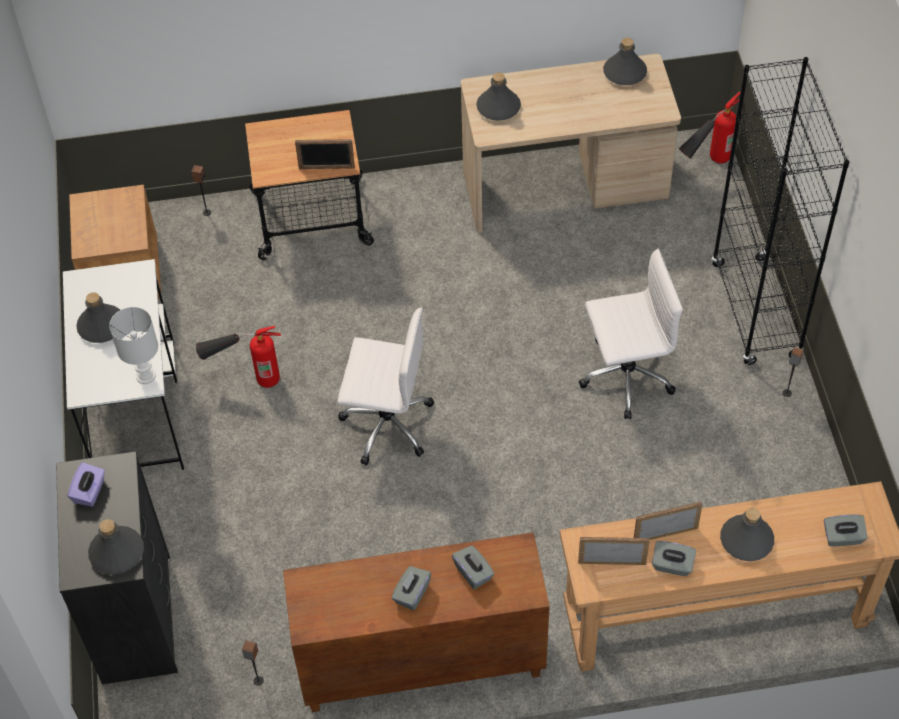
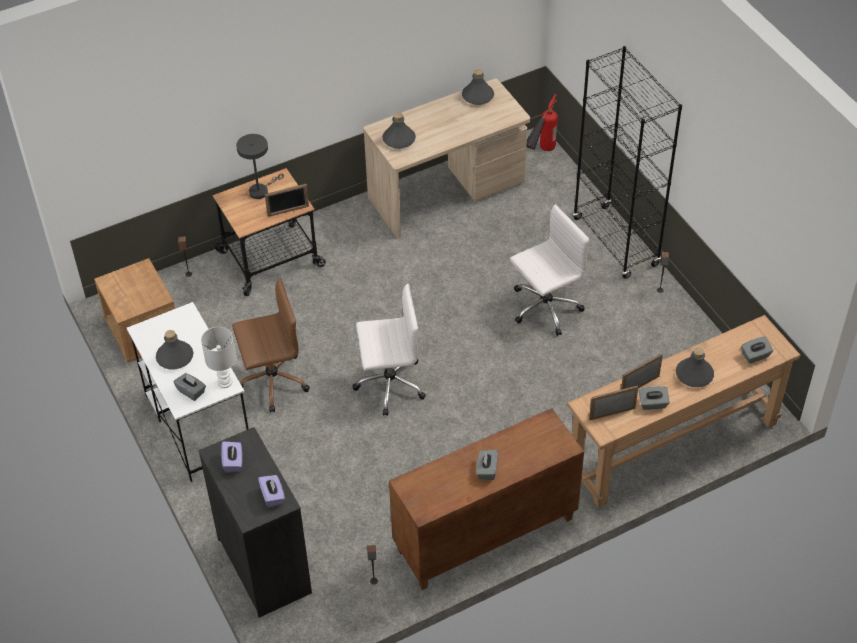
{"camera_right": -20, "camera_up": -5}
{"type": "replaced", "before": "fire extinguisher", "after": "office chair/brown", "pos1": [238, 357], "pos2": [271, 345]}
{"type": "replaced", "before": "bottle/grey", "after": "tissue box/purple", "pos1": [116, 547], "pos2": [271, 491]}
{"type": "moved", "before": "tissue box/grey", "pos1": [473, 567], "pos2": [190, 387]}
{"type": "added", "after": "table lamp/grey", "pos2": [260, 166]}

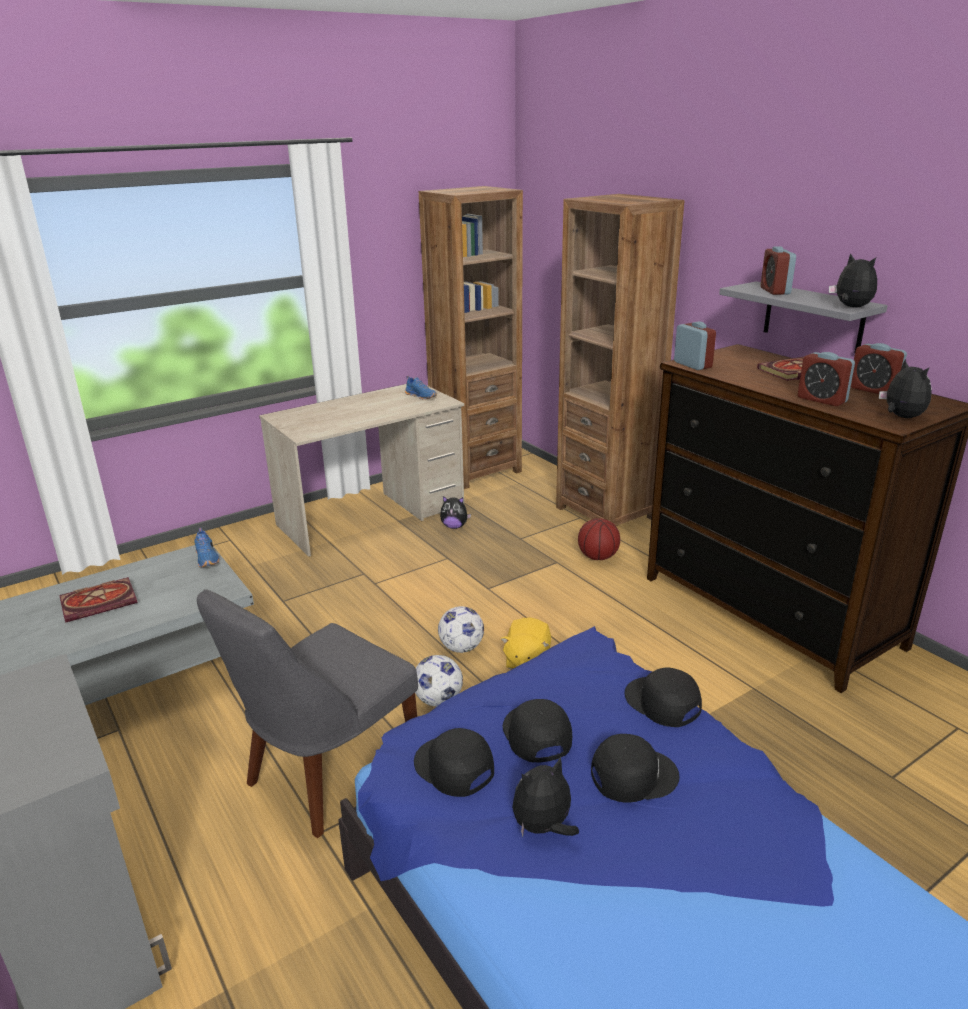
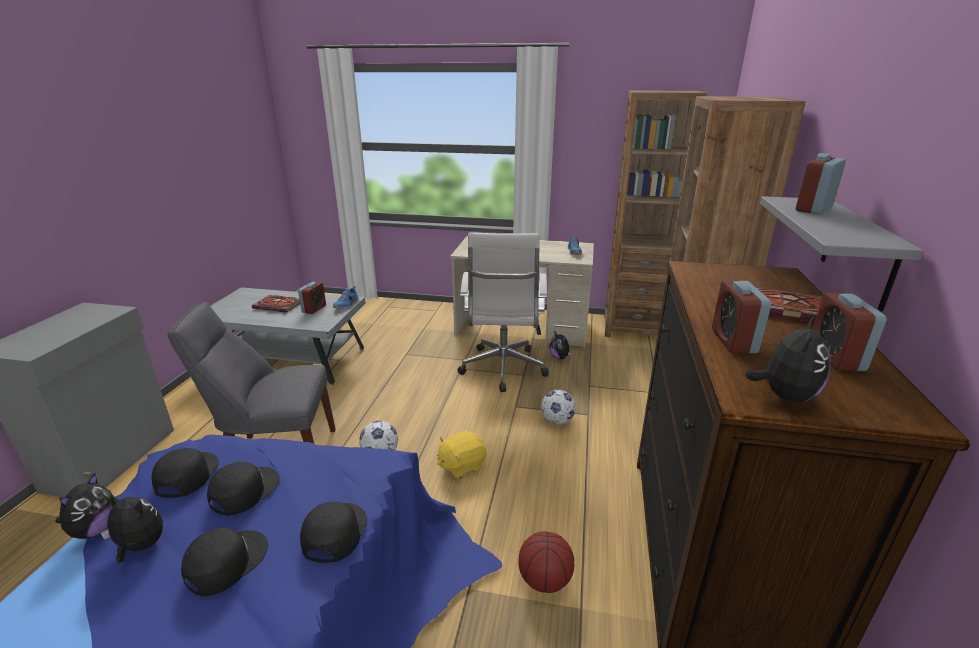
{"camera_right": 45, "camera_up": 0}
{"type": "moved", "before": "plush toy", "pos1": [853, 280], "pos2": [84, 506]}
{"type": "moved", "before": "alarm clock", "pos1": [695, 346], "pos2": [312, 298]}
{"type": "moved", "before": "basketball", "pos1": [599, 539], "pos2": [546, 562]}
{"type": "moved", "before": "football", "pos1": [461, 629], "pos2": [558, 407]}
{"type": "turned", "before": "cap/black", "pos1": [635, 768], "pos2": [224, 562], "turn": -90}
{"type": "added", "after": "office chair/white", "pos2": [503, 312]}

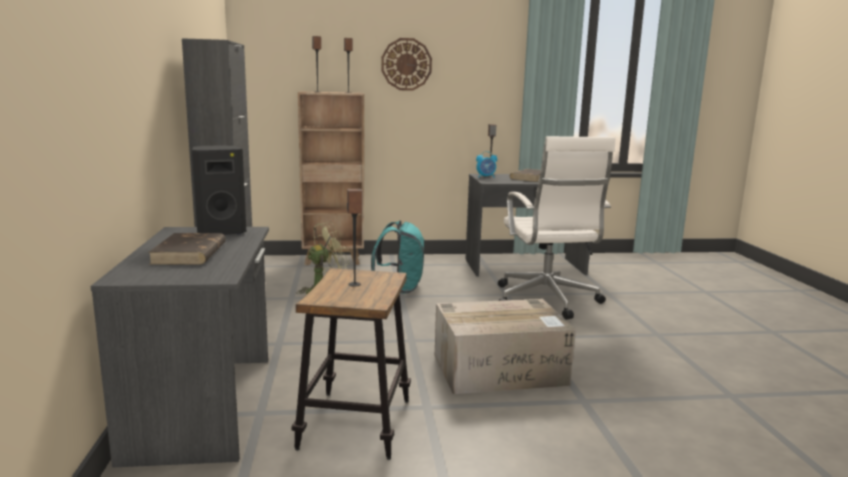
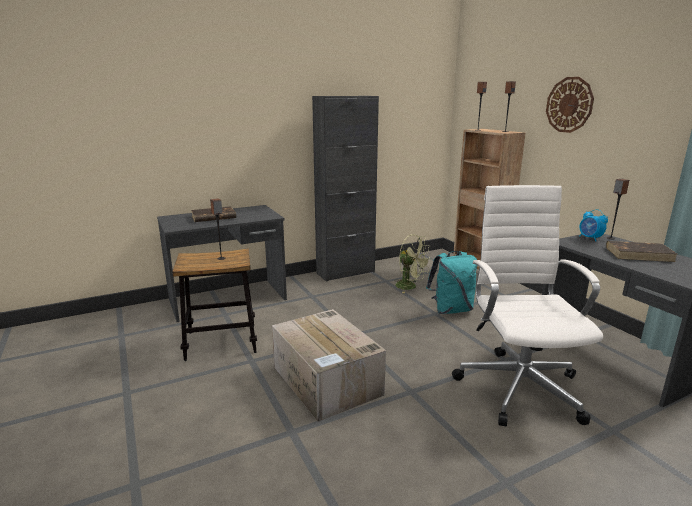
{"camera_right": 70, "camera_up": 5}
{"type": "turned", "before": "office chair/white", "pos1": [556, 228], "pos2": [527, 305], "turn": 120}
{"type": "removed", "before": "speaker/black", "pos1": [219, 190]}

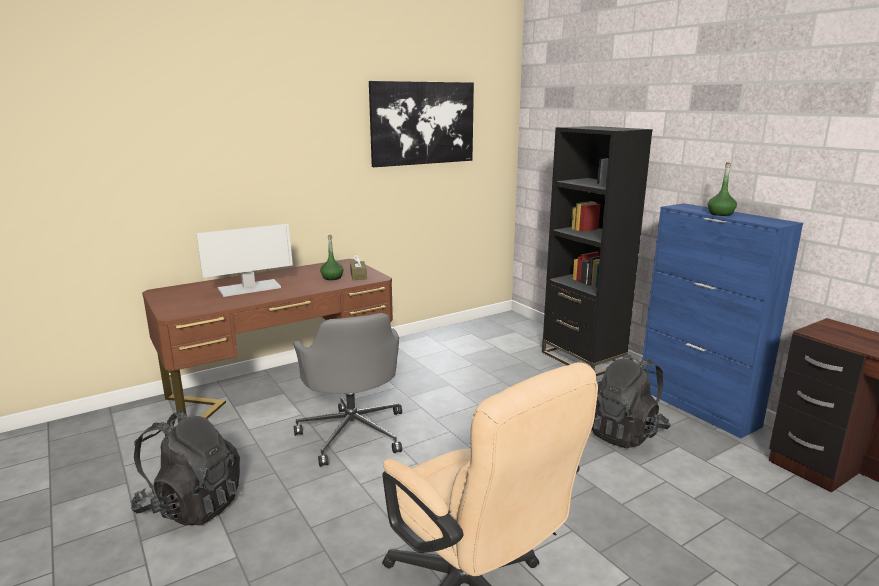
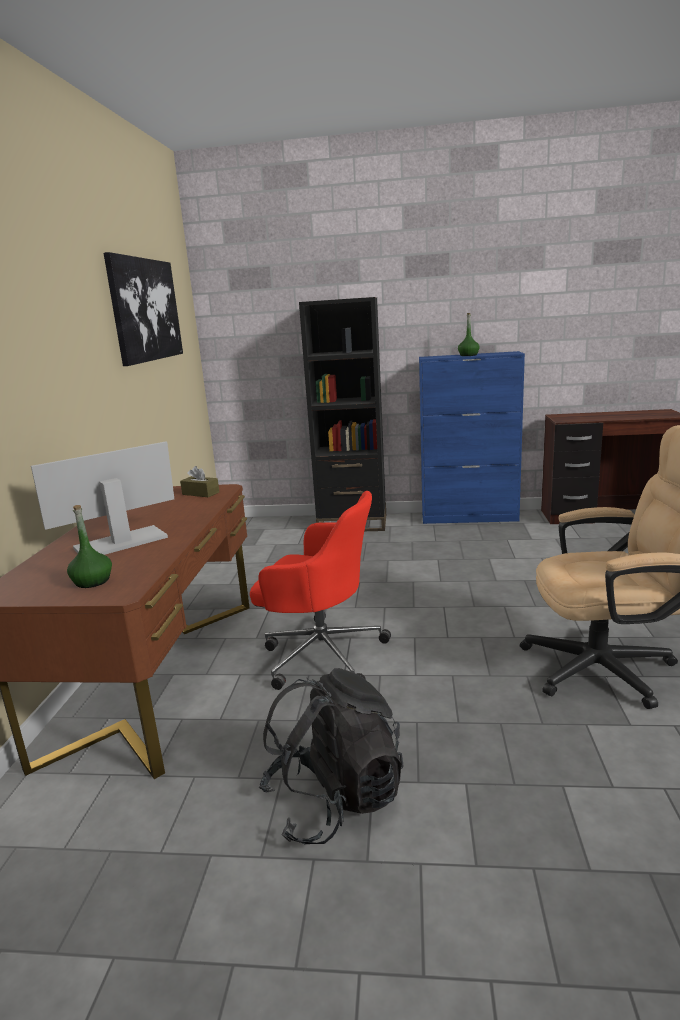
{"camera_right": -50, "camera_up": 0}
{"type": "turned", "before": "monitor", "pos1": [244, 260], "pos2": [102, 498], "turn": -135}
{"type": "moved", "before": "bottle/green", "pos1": [331, 257], "pos2": [89, 546]}
{"type": "recoloured", "before": "office chair/grey", "after": "office chair/red", "pos1": [347, 390], "pos2": [320, 590]}
{"type": "removed", "before": "backpack/black", "pos1": [631, 400]}

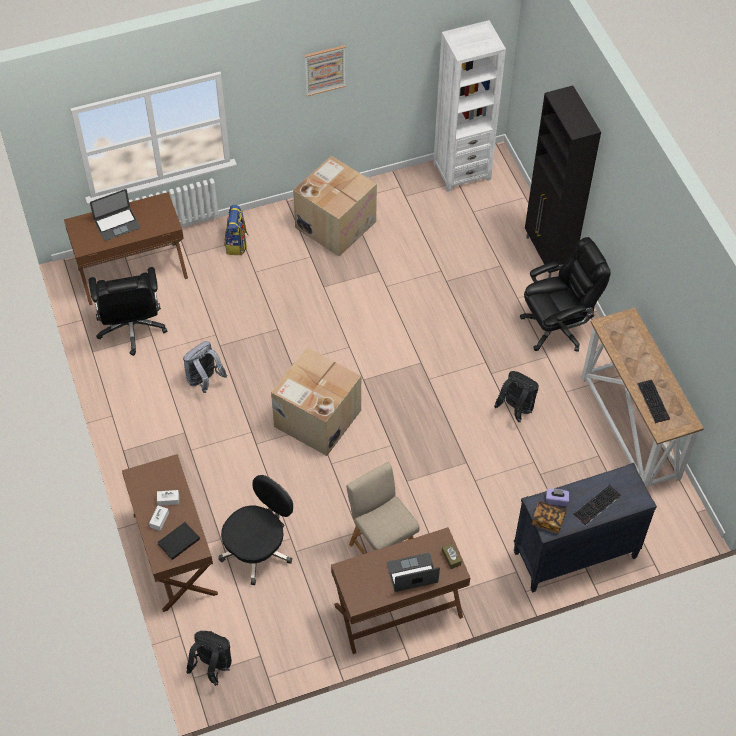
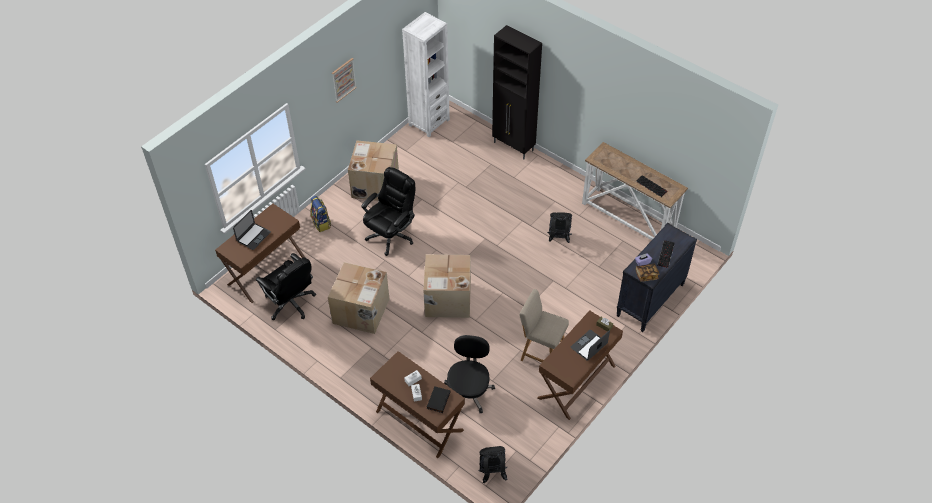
{"camera_right": -30, "camera_up": -5}
{"type": "moved", "before": "office chair/black", "pos1": [565, 294], "pos2": [388, 211]}
{"type": "replaced", "before": "backpack/grey", "after": "cardboard box", "pos1": [205, 367], "pos2": [358, 298]}

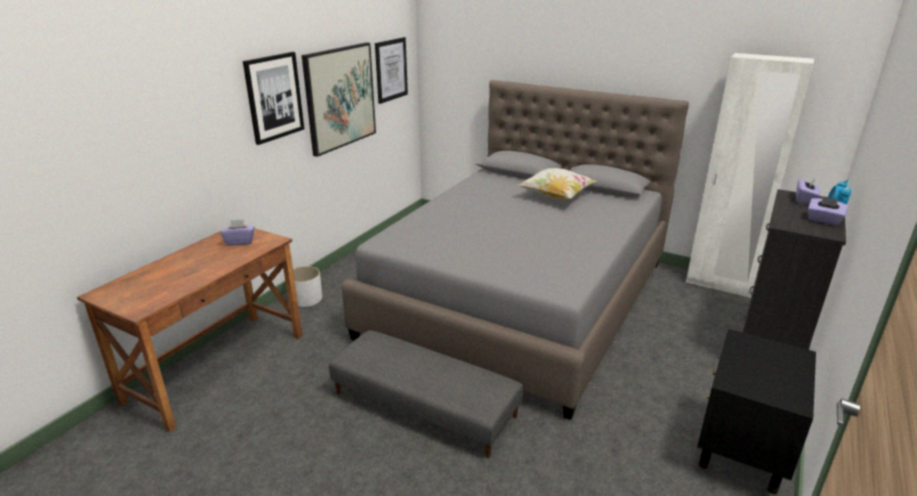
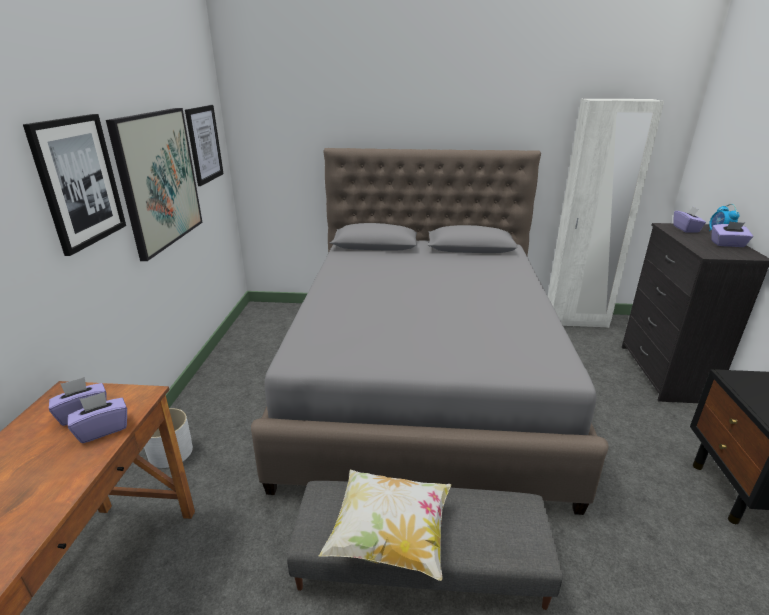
{"camera_right": -25, "camera_up": 0}
{"type": "moved", "before": "pillow", "pos1": [558, 183], "pos2": [385, 525]}
{"type": "added", "after": "tissue box/purple", "pos2": [97, 417]}

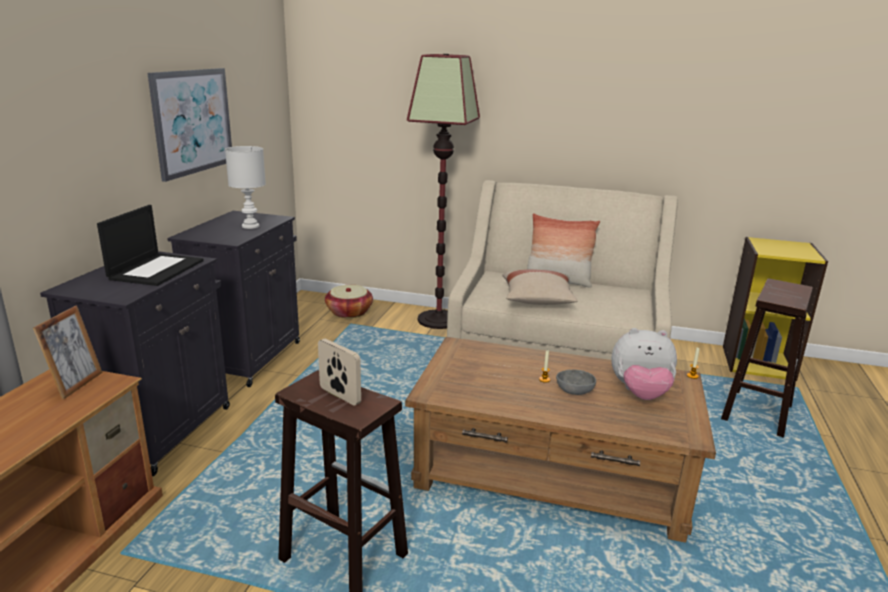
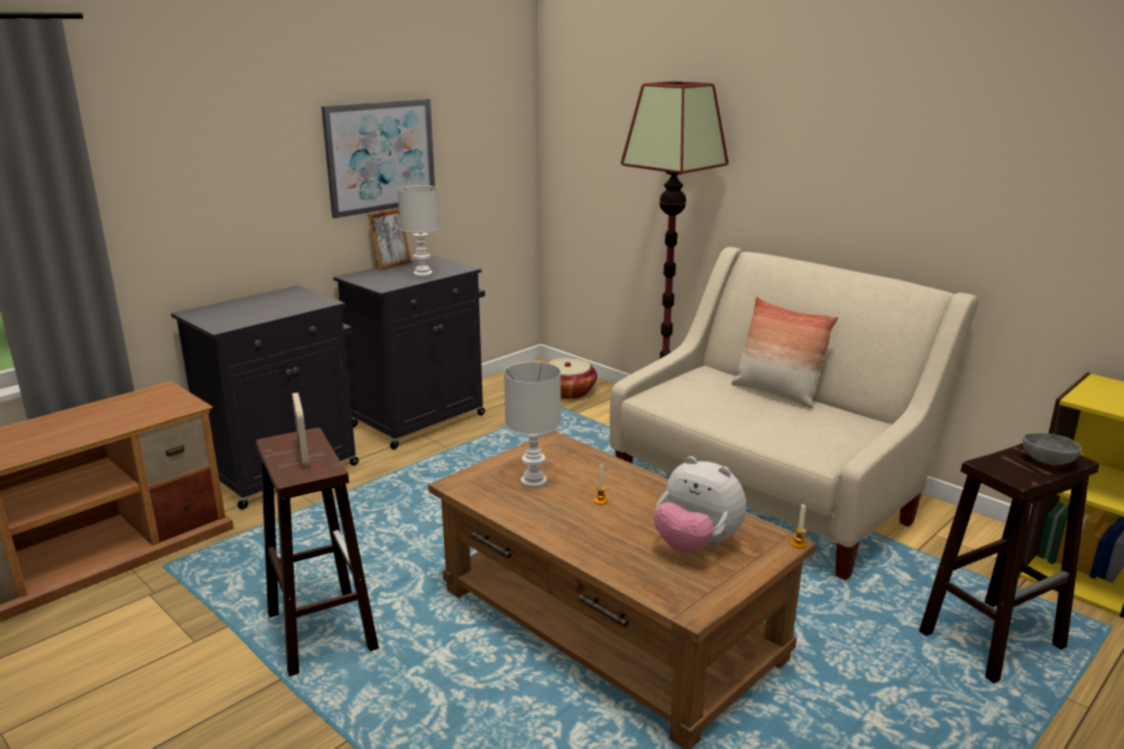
{"camera_right": 30, "camera_up": 0}
{"type": "removed", "before": "laptop", "pos1": [150, 245]}
{"type": "removed", "before": "pillow/beige", "pos1": [539, 287]}
{"type": "moved", "before": "picture frame", "pos1": [68, 352], "pos2": [389, 239]}
{"type": "moved", "before": "bowl/grey", "pos1": [576, 382], "pos2": [1052, 449]}
{"type": "added", "after": "table lamp/white", "pos2": [532, 424]}

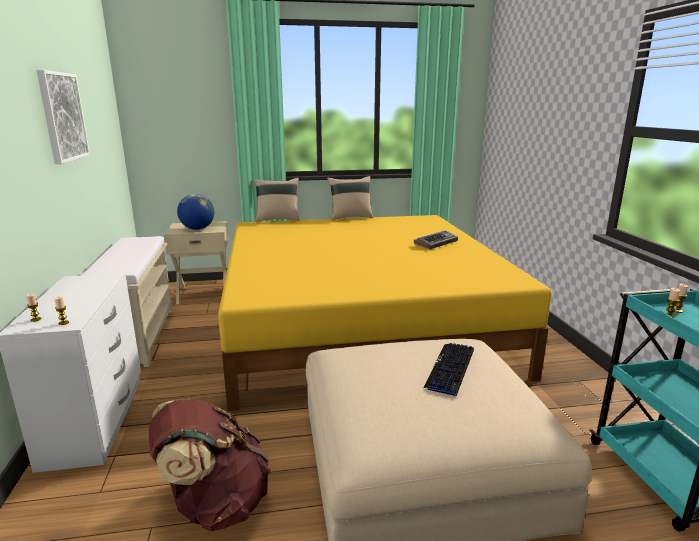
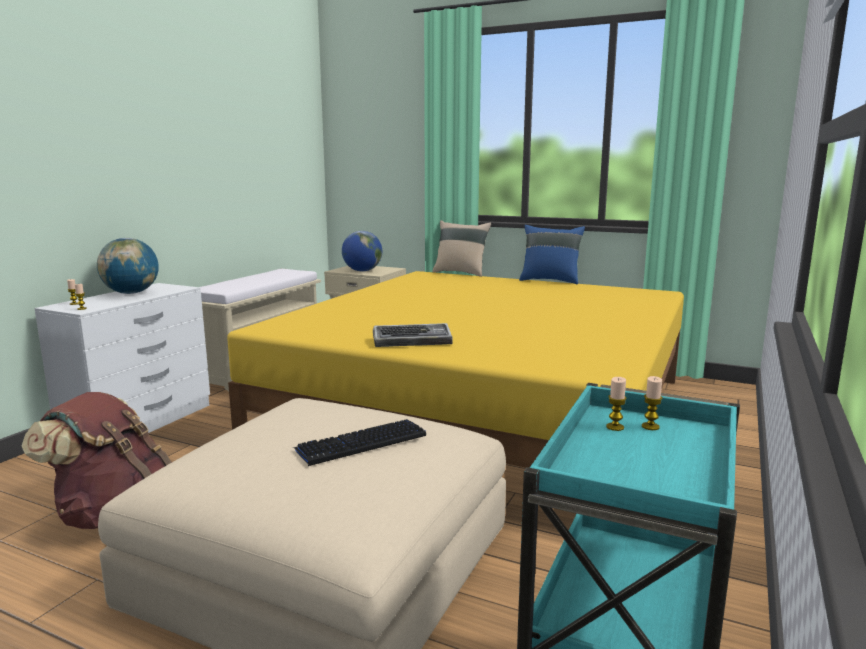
{"camera_right": 35, "camera_up": -5}
{"type": "removed", "before": "picture", "pos1": [63, 117]}
{"type": "recoloured", "before": "pillow/beige", "after": "pillow/blue", "pos1": [350, 198], "pos2": [552, 254]}
{"type": "moved", "before": "keyboard", "pos1": [436, 239], "pos2": [413, 335]}
{"type": "added", "after": "globe", "pos2": [127, 266]}

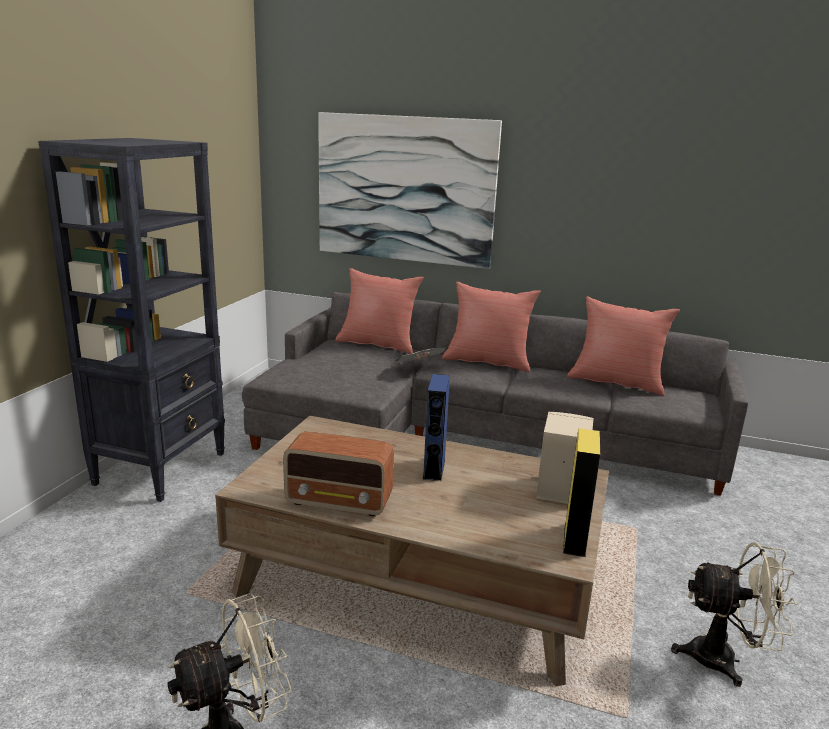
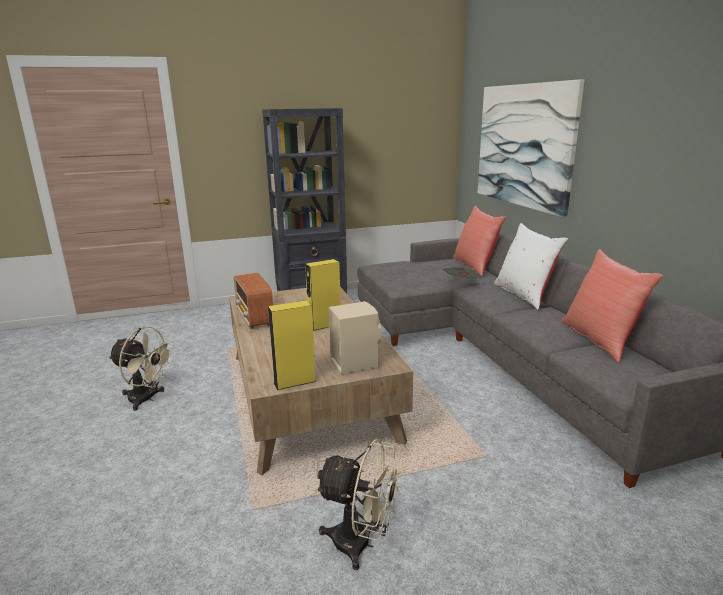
{"camera_right": 55, "camera_up": 0}
{"type": "recoloured", "before": "pillow/red", "after": "pillow/white", "pos1": [491, 327], "pos2": [531, 266]}
{"type": "recoloured", "before": "speaker/blue", "after": "speaker/yellow", "pos1": [436, 427], "pos2": [323, 295]}
{"type": "turned", "before": "fan/beige", "pos1": [734, 614], "pos2": [359, 504], "turn": -45}

